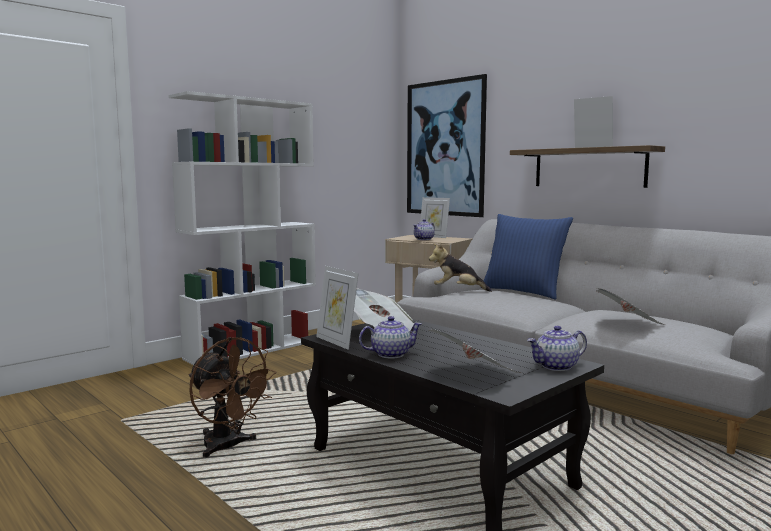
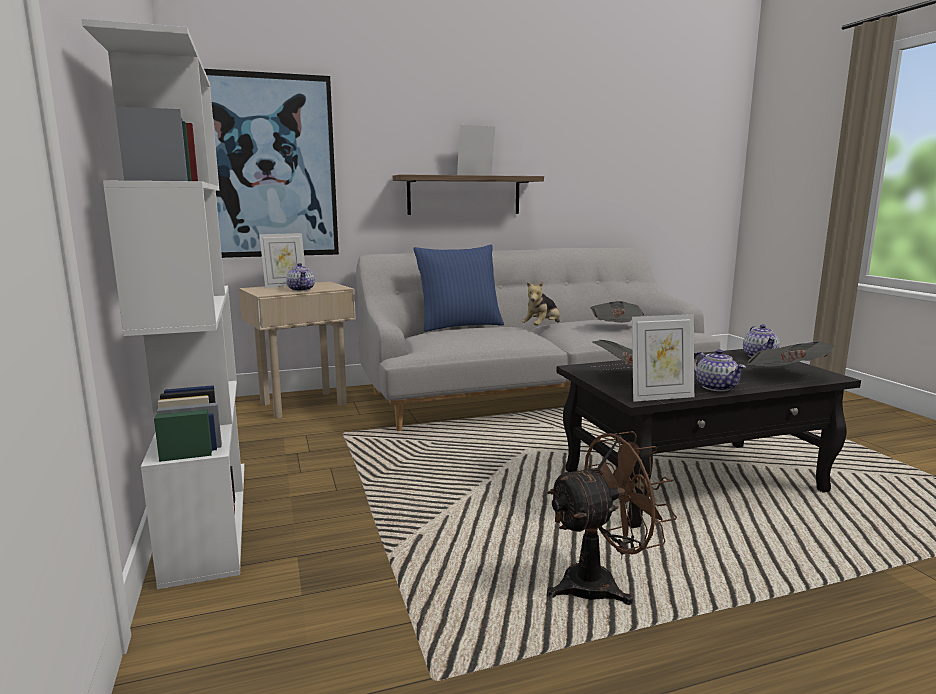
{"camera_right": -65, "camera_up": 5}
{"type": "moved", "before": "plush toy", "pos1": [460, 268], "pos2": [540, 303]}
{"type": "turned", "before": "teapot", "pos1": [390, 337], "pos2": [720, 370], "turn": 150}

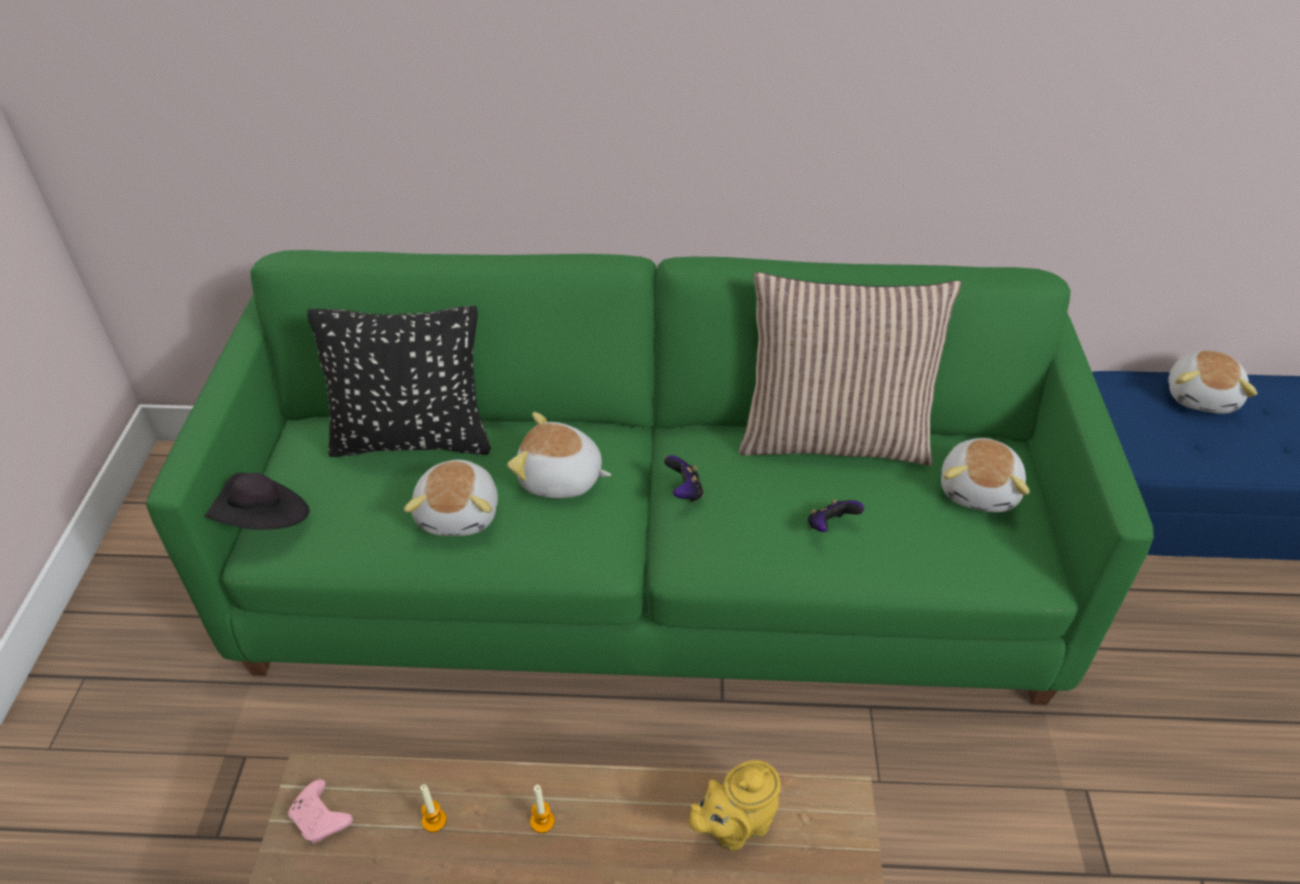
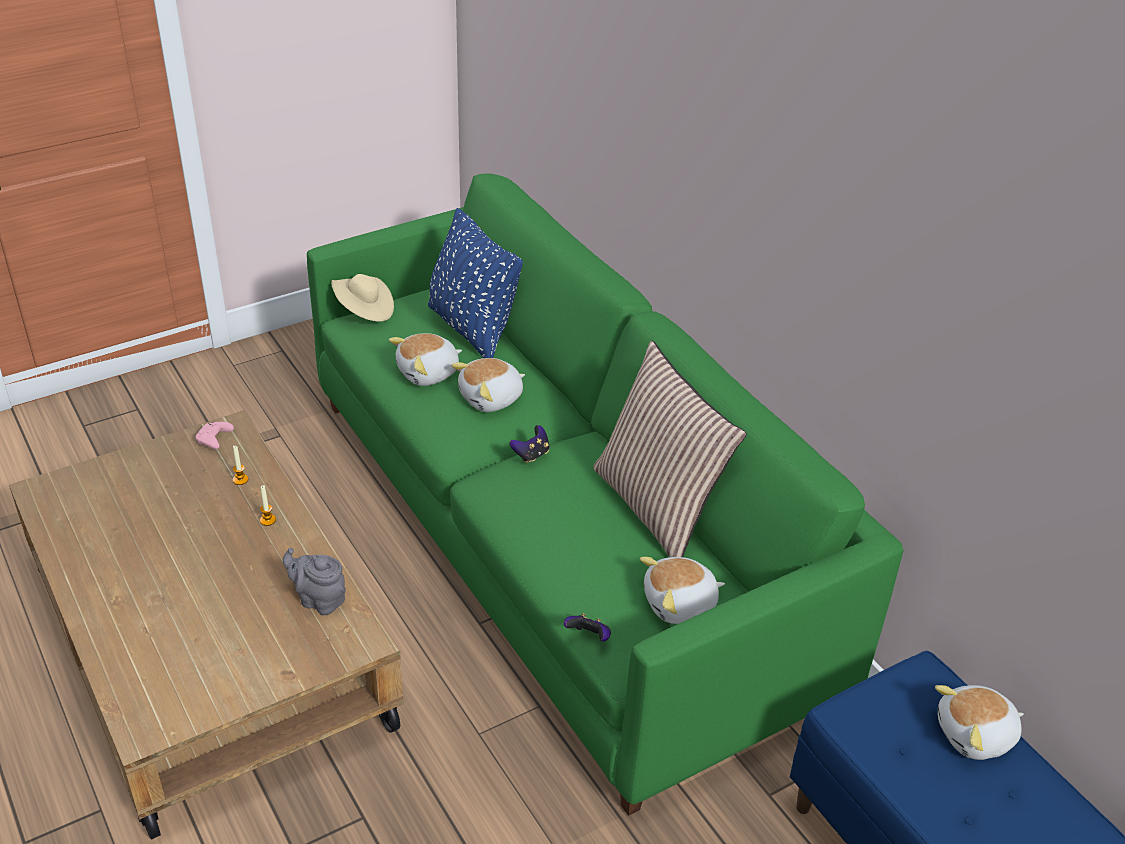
{"camera_right": 55, "camera_up": -5}
{"type": "recoloured", "before": "pillow/black", "after": "pillow/blue", "pos1": [399, 381], "pos2": [475, 283]}
{"type": "turned", "before": "plush toy", "pos1": [559, 455], "pos2": [488, 385], "turn": -105}
{"type": "recoloured", "before": "hat/black", "after": "hat/beige", "pos1": [257, 501], "pos2": [362, 298]}
{"type": "moved", "before": "game controller", "pos1": [836, 515], "pos2": [587, 627]}
{"type": "recoloured", "before": "teapot/yellow", "after": "teapot/grey", "pos1": [735, 805], "pos2": [314, 581]}

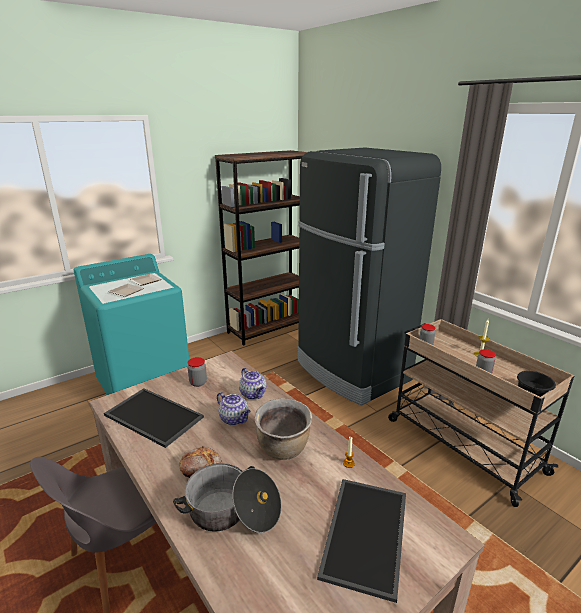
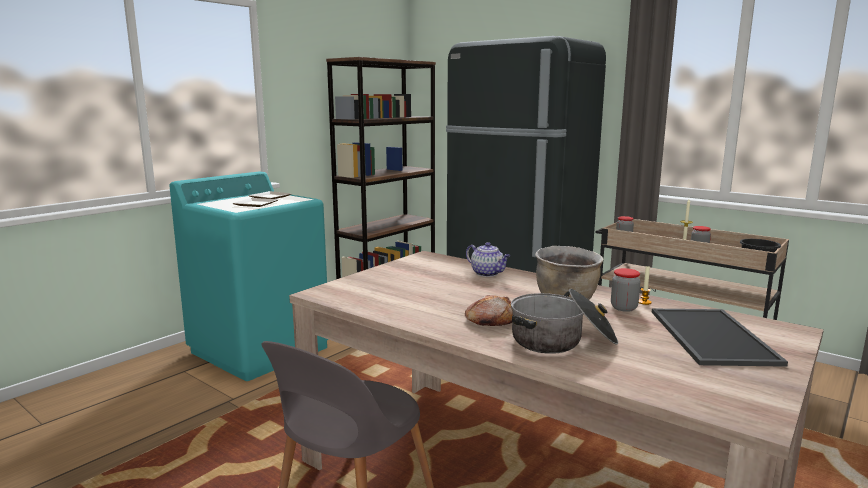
{"camera_right": -15, "camera_up": -10}
{"type": "moved", "before": "jar", "pos1": [197, 372], "pos2": [626, 290]}
{"type": "removed", "before": "tray", "pos1": [154, 418]}
{"type": "removed", "before": "teapot", "pos1": [234, 408]}

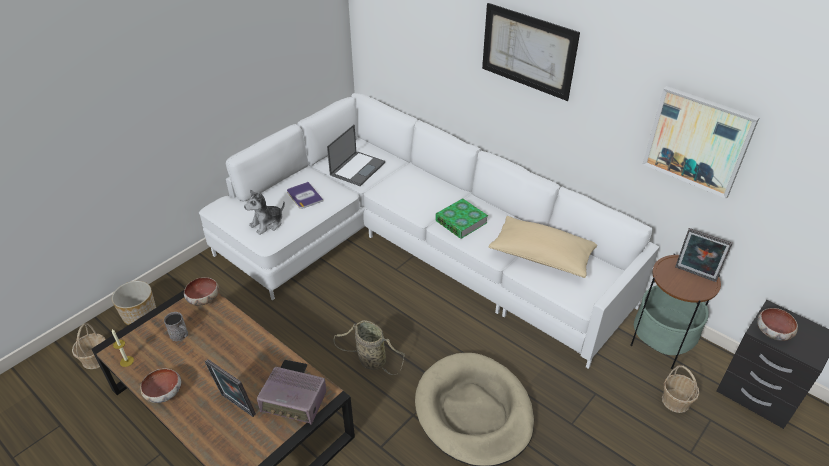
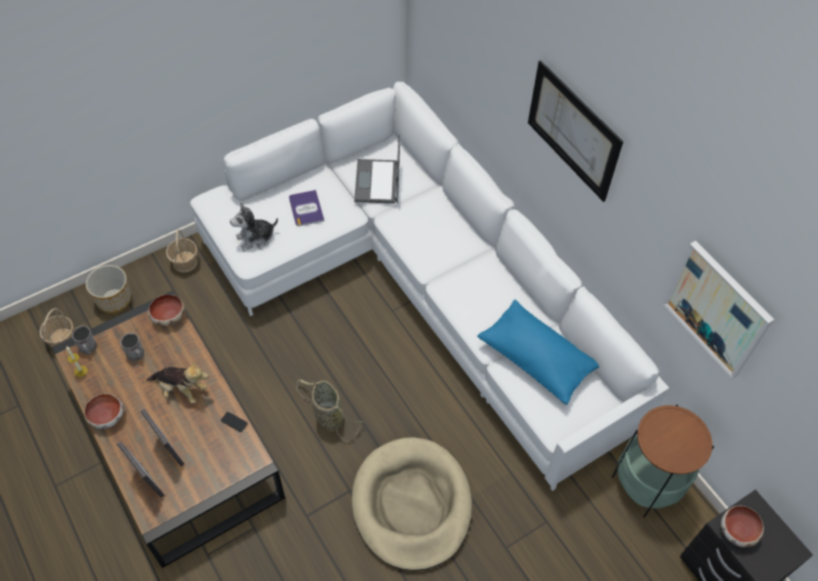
{"camera_right": 15, "camera_up": 15}
{"type": "turned", "before": "laptop", "pos1": [356, 155], "pos2": [377, 169], "turn": 135}
{"type": "removed", "before": "book", "pos1": [461, 218]}
{"type": "recoloured", "before": "pillow/beige", "after": "pillow/blue", "pos1": [543, 247], "pos2": [538, 352]}
{"type": "moved", "before": "picture frame", "pos1": [704, 255], "pos2": [140, 469]}
{"type": "moved", "before": "basket", "pos1": [680, 389], "pos2": [182, 251]}
{"type": "removed", "before": "radio", "pos1": [291, 396]}
{"type": "added", "after": "mug/grey", "pos2": [84, 340]}
{"type": "added", "after": "plush toy", "pos2": [178, 382]}

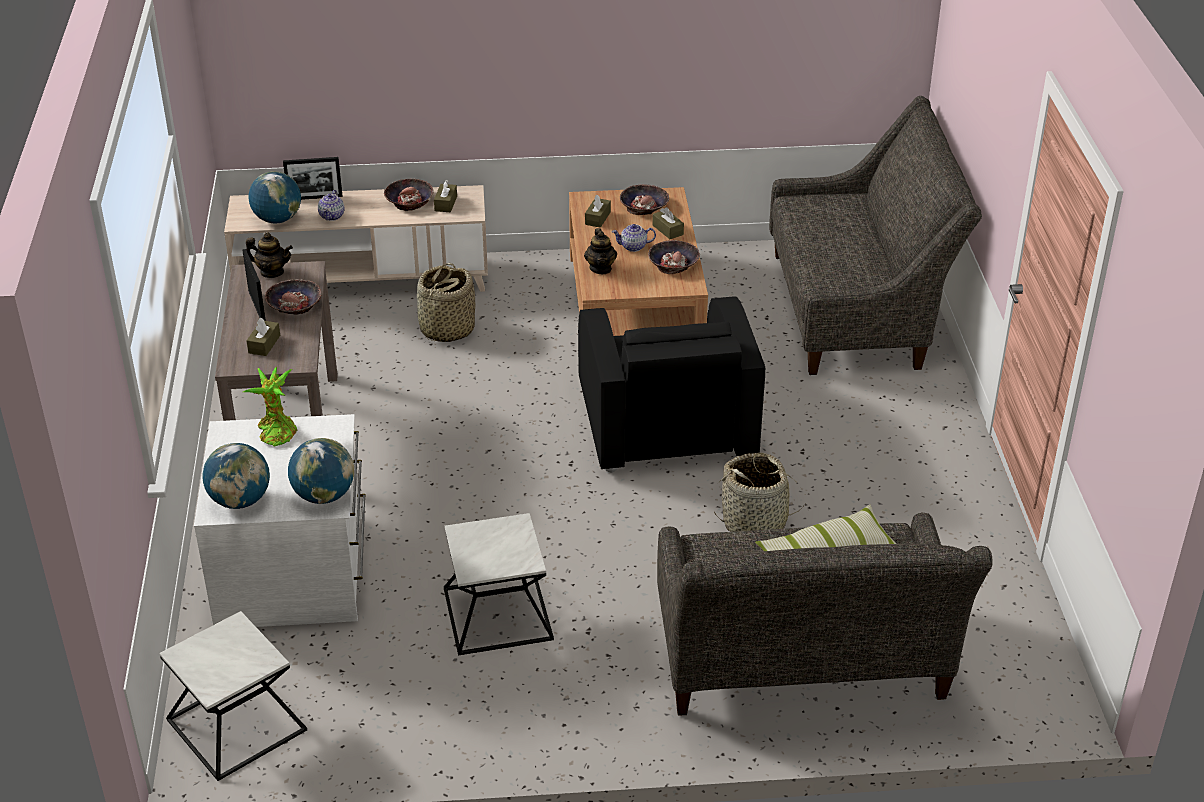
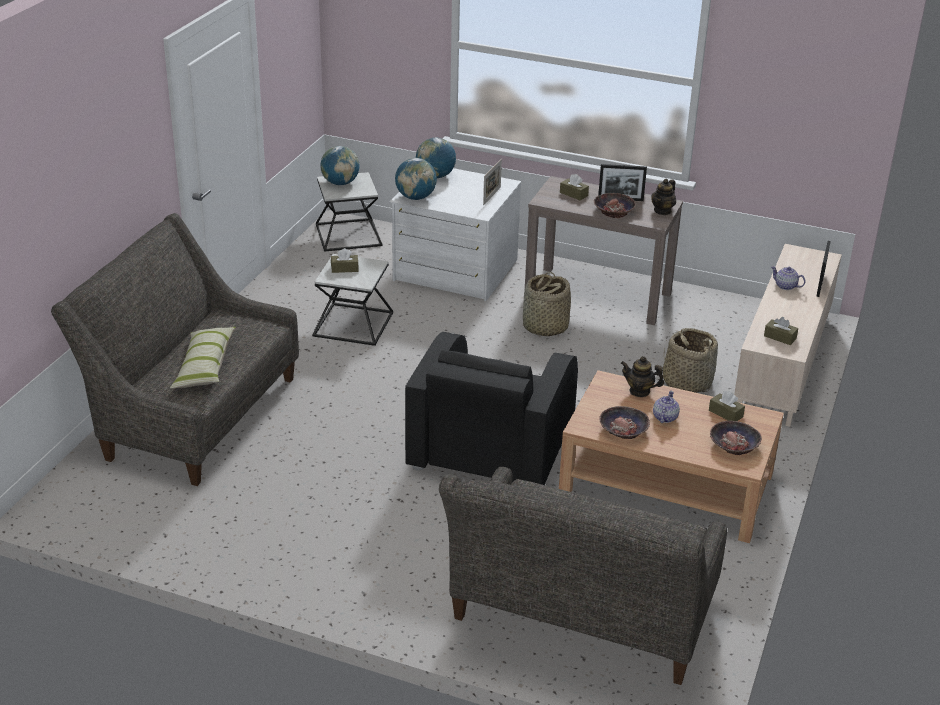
{"camera_right": 115, "camera_up": -5}
{"type": "moved", "before": "globe", "pos1": [275, 197], "pos2": [340, 165]}
{"type": "removed", "before": "bowl", "pos1": [409, 195]}
{"type": "moved", "before": "tissue box/brown", "pos1": [668, 223], "pos2": [344, 260]}
{"type": "turned", "before": "armchair/black", "pos1": [671, 384], "pos2": [491, 408], "turn": -90}
{"type": "replaced", "before": "potted plant", "after": "picture frame", "pos1": [270, 406], "pos2": [492, 182]}
{"type": "moved", "before": "basket", "pos1": [760, 492], "pos2": [547, 304]}

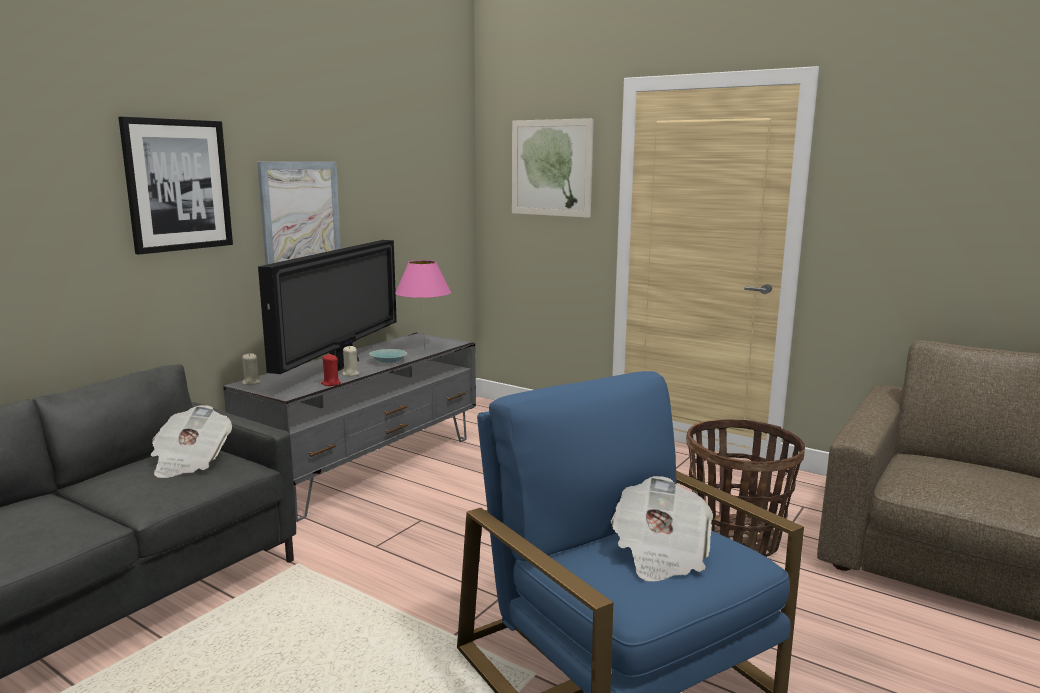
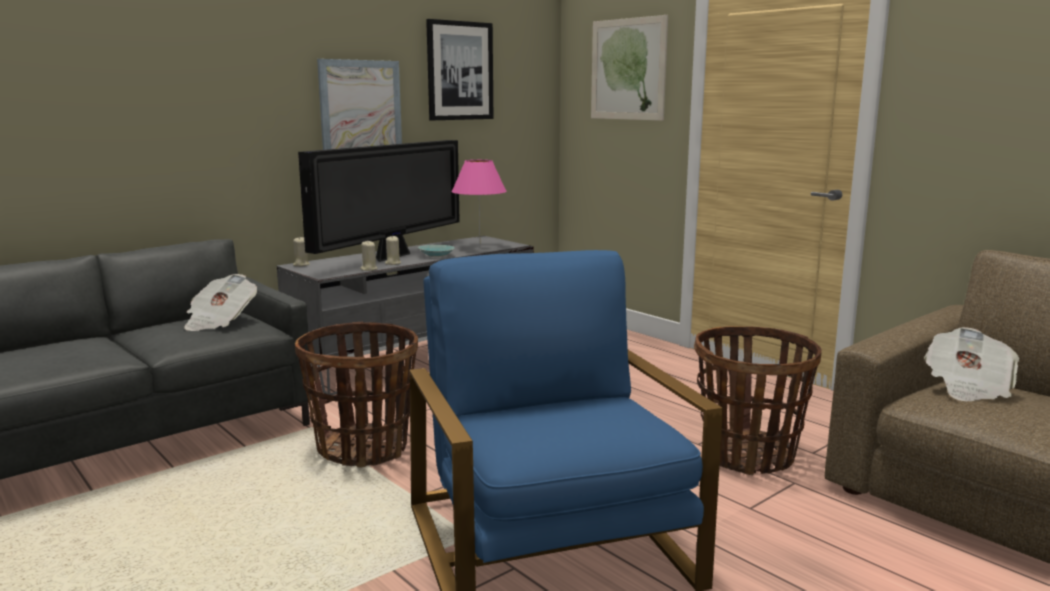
{"camera_right": 15, "camera_up": 0}
{"type": "moved", "before": "picture", "pos1": [175, 186], "pos2": [459, 69]}
{"type": "recoloured", "before": "candle/red", "after": "candle/beige", "pos1": [331, 370], "pos2": [369, 256]}
{"type": "moved", "before": "newspaper", "pos1": [662, 528], "pos2": [971, 364]}
{"type": "added", "after": "basket", "pos2": [356, 394]}

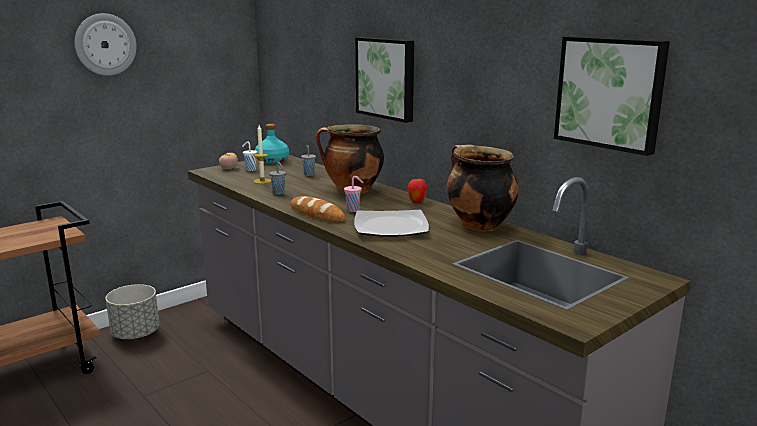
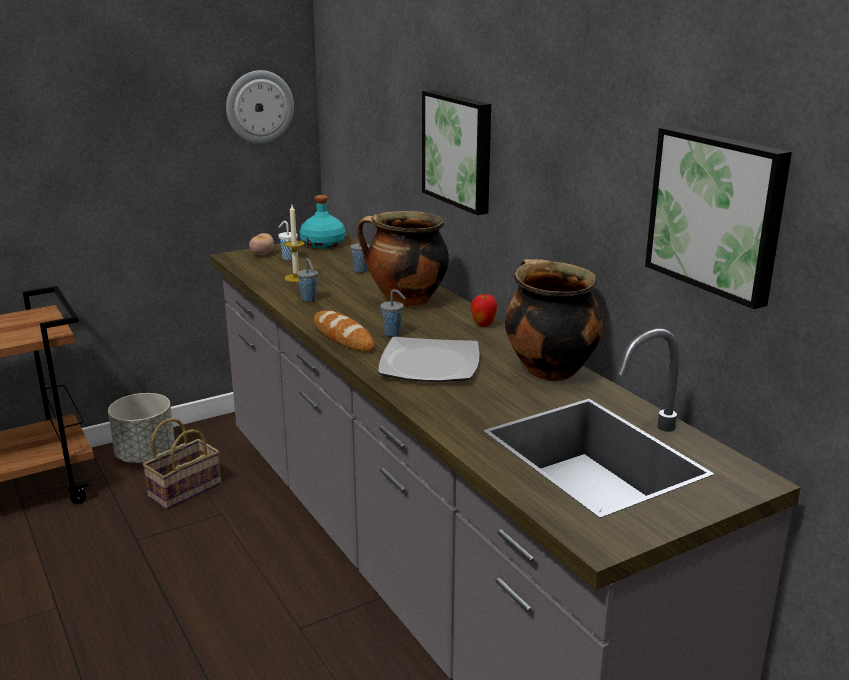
{"camera_right": 10, "camera_up": 5}
{"type": "moved", "before": "wall clock", "pos1": [106, 44], "pos2": [260, 106]}
{"type": "recoloured", "before": "cup/pink", "after": "cup/grey", "pos1": [353, 194], "pos2": [393, 313]}
{"type": "added", "after": "basket", "pos2": [181, 464]}

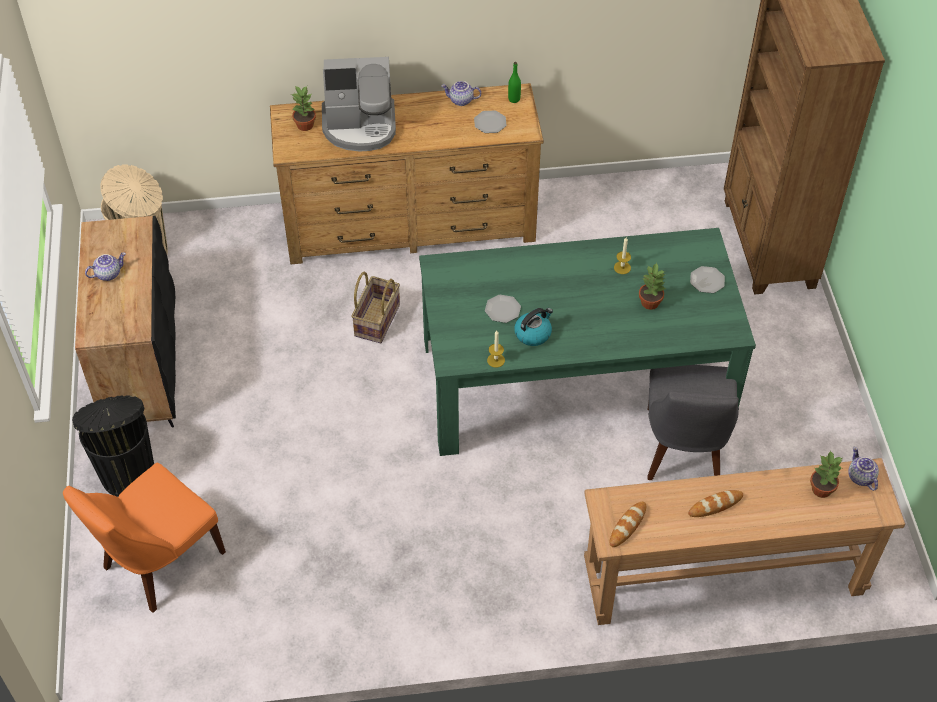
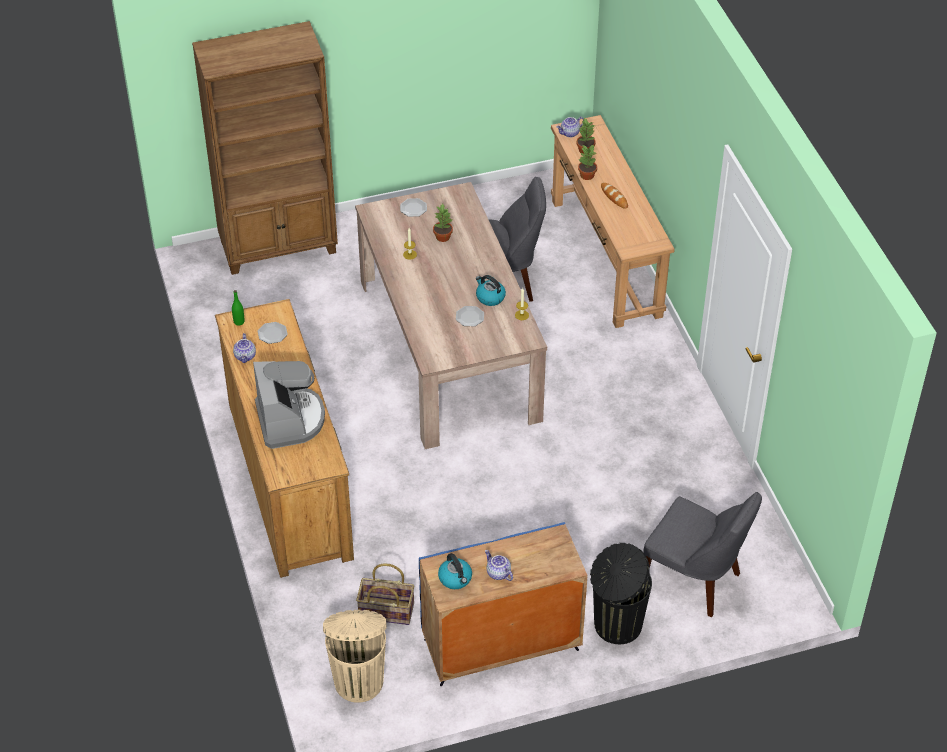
{"camera_right": -100, "camera_up": -5}
{"type": "moved", "before": "potted plant", "pos1": [304, 108], "pos2": [587, 162]}
{"type": "recoloured", "before": "cabinet/black", "after": "cabinet/blue", "pos1": [125, 321], "pos2": [503, 604]}
{"type": "recoloured", "before": "dining table/green", "after": "dining table/beige", "pos1": [587, 342], "pos2": [451, 315]}
{"type": "moved", "before": "basket", "pos1": [375, 307], "pos2": [385, 594]}
{"type": "recoloured", "before": "chair/orange", "after": "chair/grey", "pos1": [144, 538], "pos2": [702, 554]}
{"type": "removed", "before": "bread", "pos1": [628, 524]}
{"type": "added", "after": "kettle", "pos2": [455, 571]}

